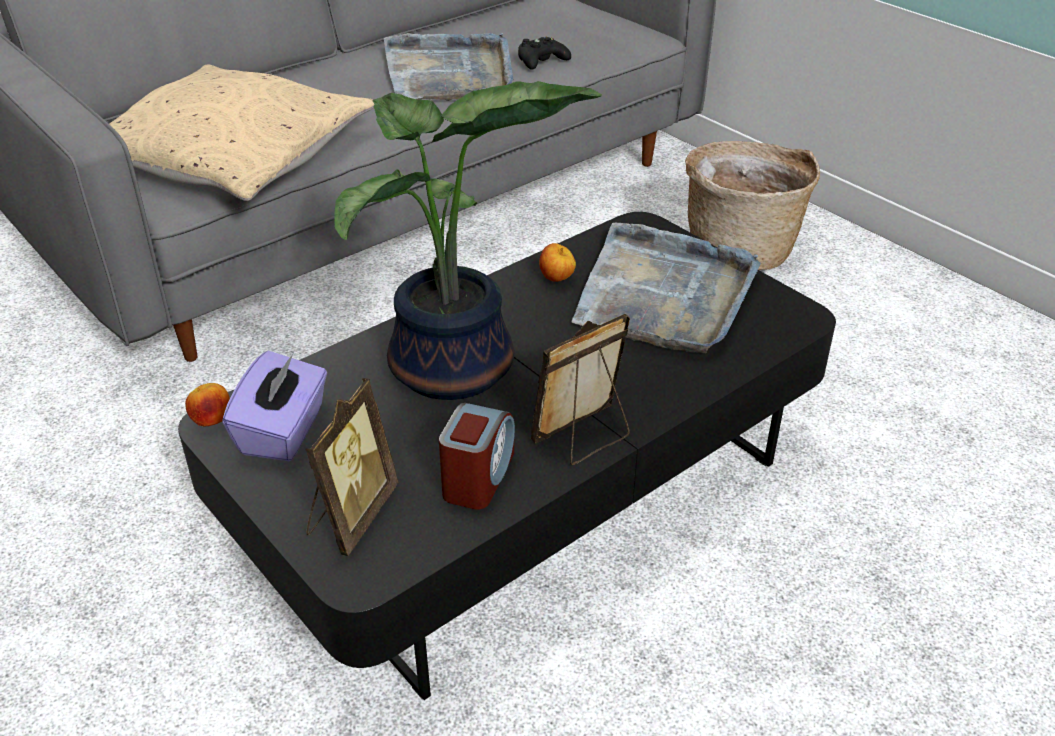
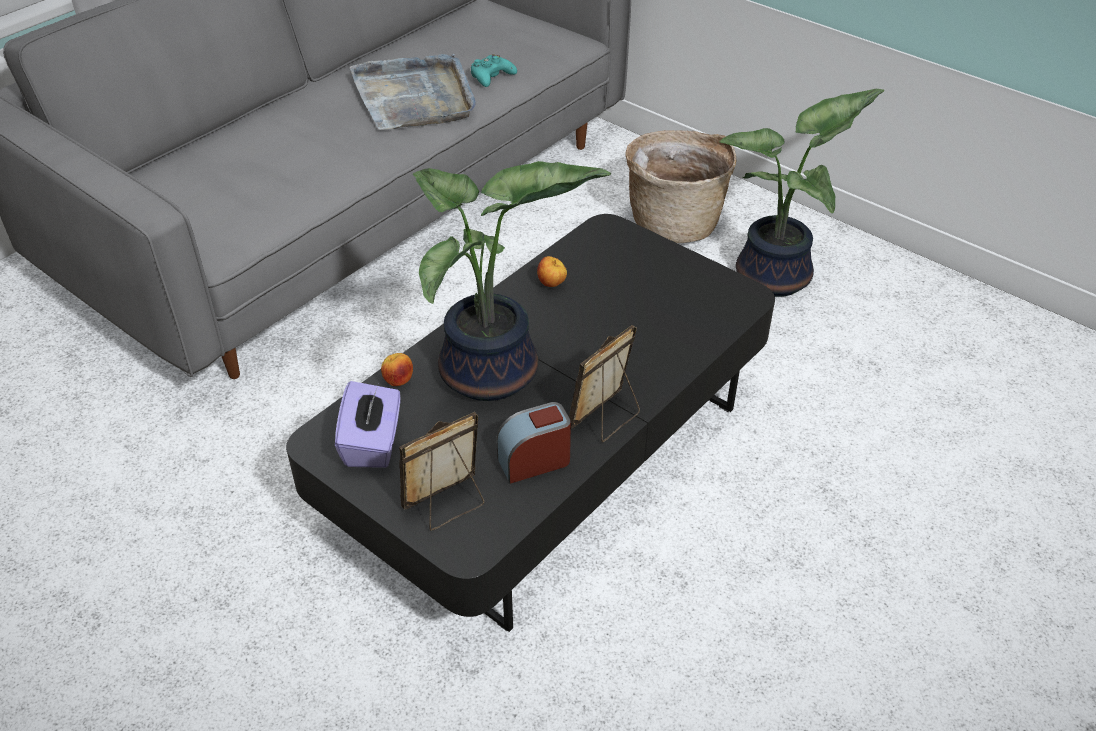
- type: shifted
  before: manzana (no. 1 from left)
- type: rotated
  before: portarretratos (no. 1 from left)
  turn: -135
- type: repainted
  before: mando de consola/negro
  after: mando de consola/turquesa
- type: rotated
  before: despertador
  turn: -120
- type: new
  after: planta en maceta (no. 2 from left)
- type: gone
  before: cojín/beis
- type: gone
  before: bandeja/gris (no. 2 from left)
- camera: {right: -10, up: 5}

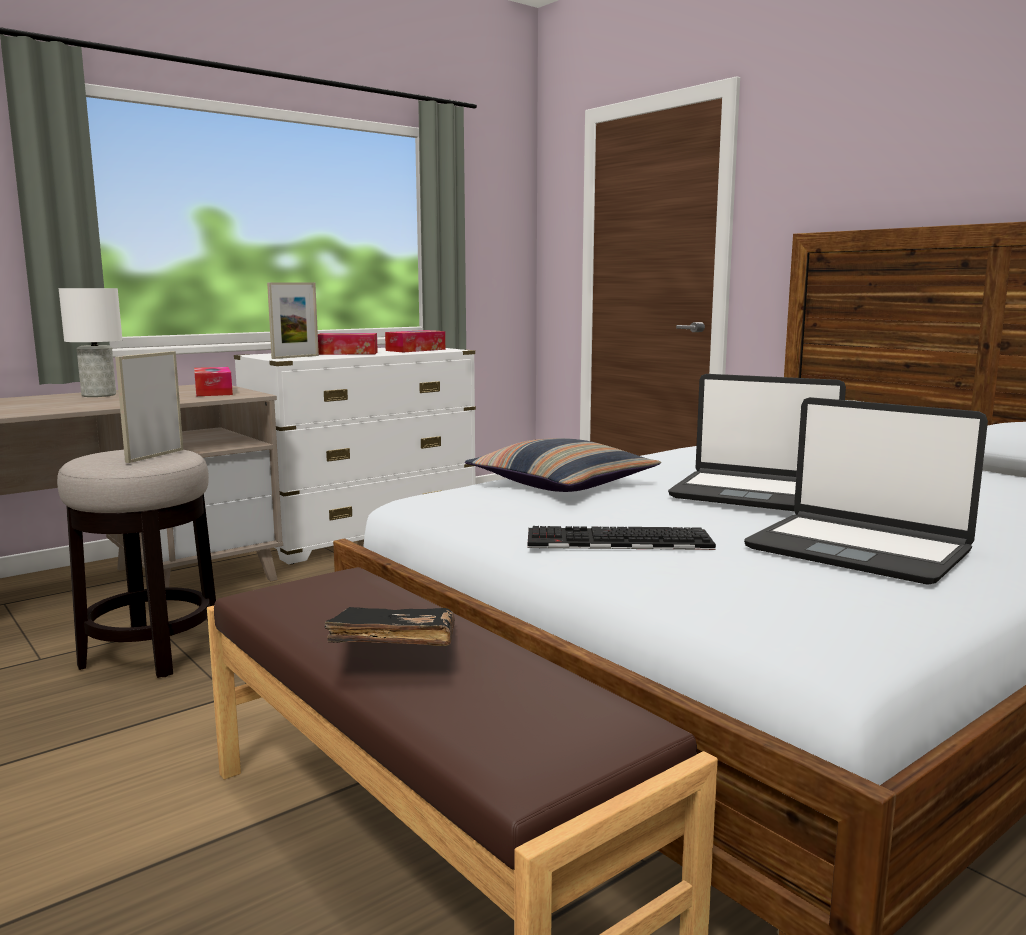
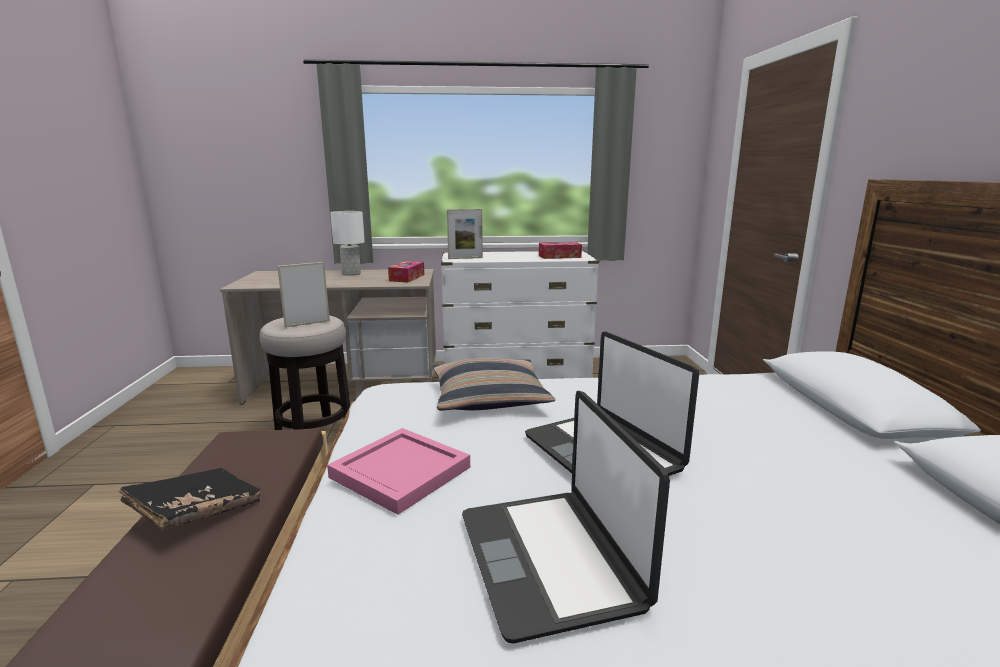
- type: swapped
  before: teclado
  after: bandeja/rosa
- type: gone
  before: caja de pañuelos (no. 2 from left)
- camera: {right: 35, up: 5}

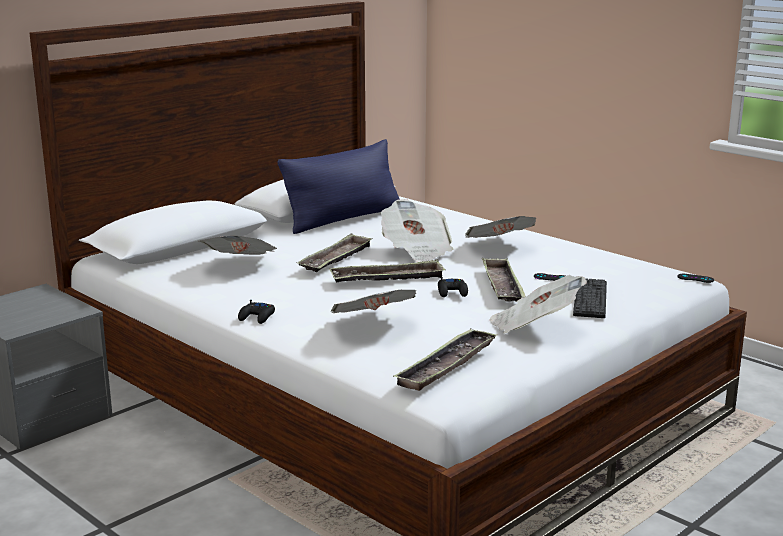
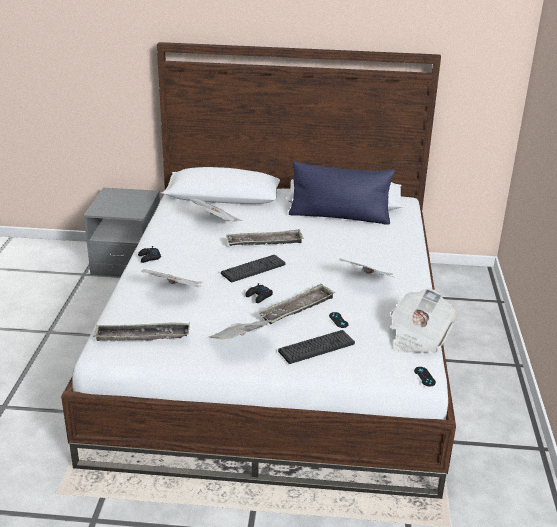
- type: swapped
  before: bandeja (no. 2 from left)
  after: teclado (no. 1 from left)
- type: shifted
  before: periódico (no. 3 from left in the first image)
  after: periódico (no. 5 from left)
- camera: {right: 50, up: 10}

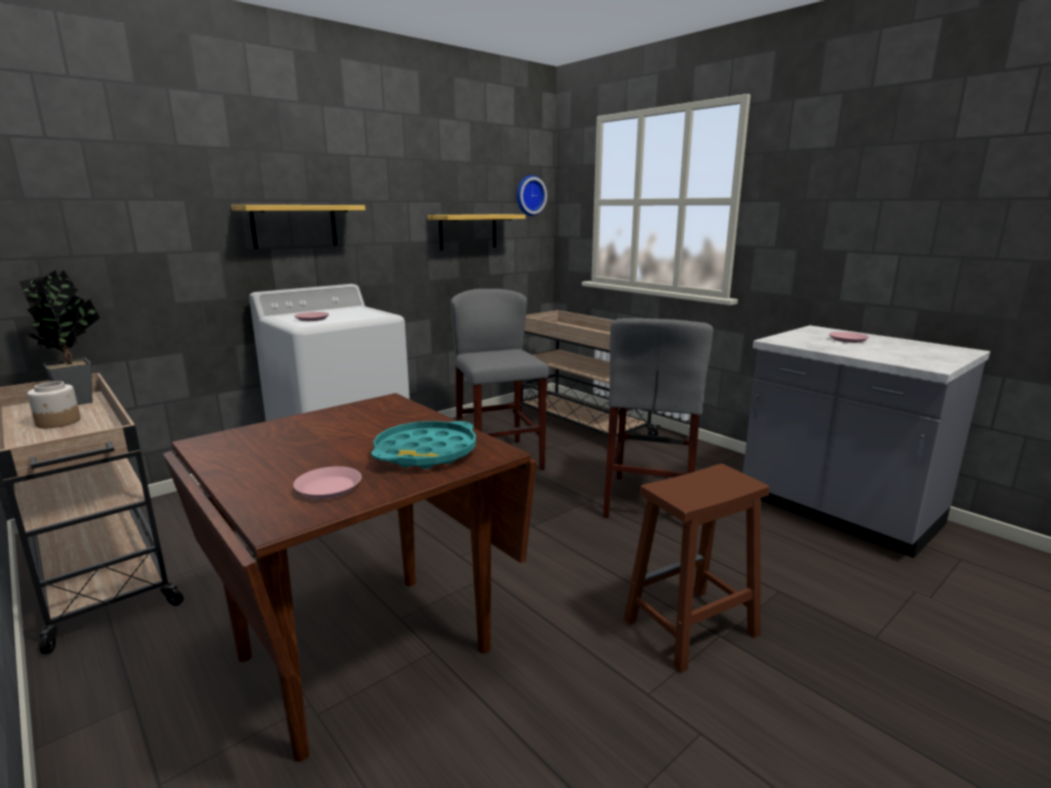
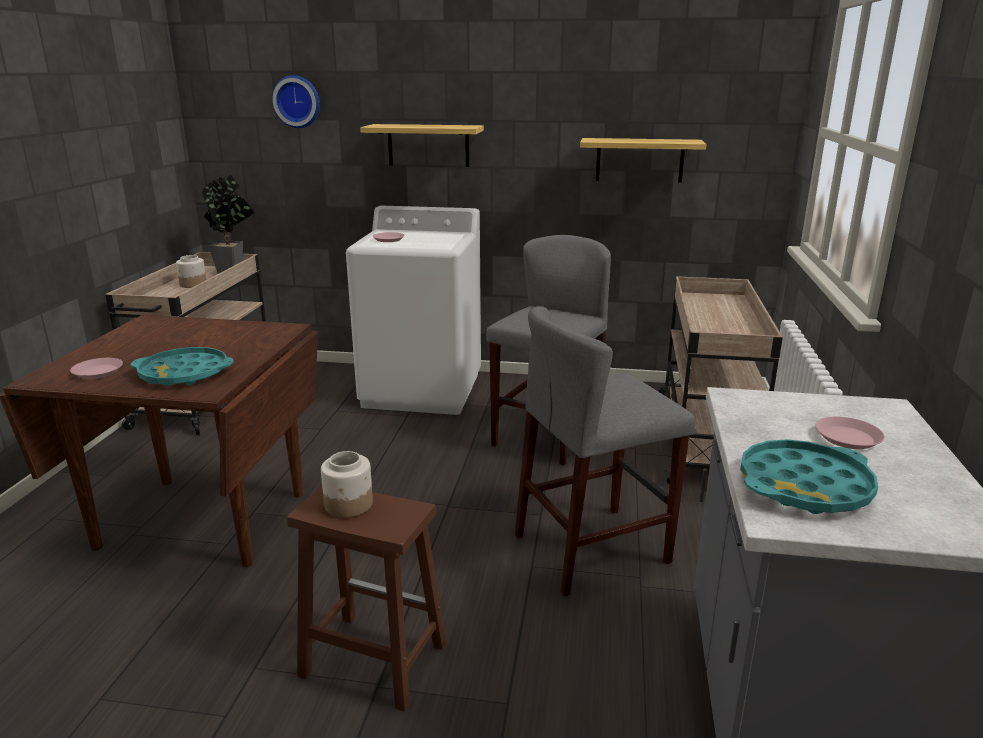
- type: shifted
  before: reloj de pared
- type: new
  after: tarro (no. 2 from left)
- type: new
  after: bandeja/turquesa (no. 2 from left)
- camera: {right: 50, up: 5}

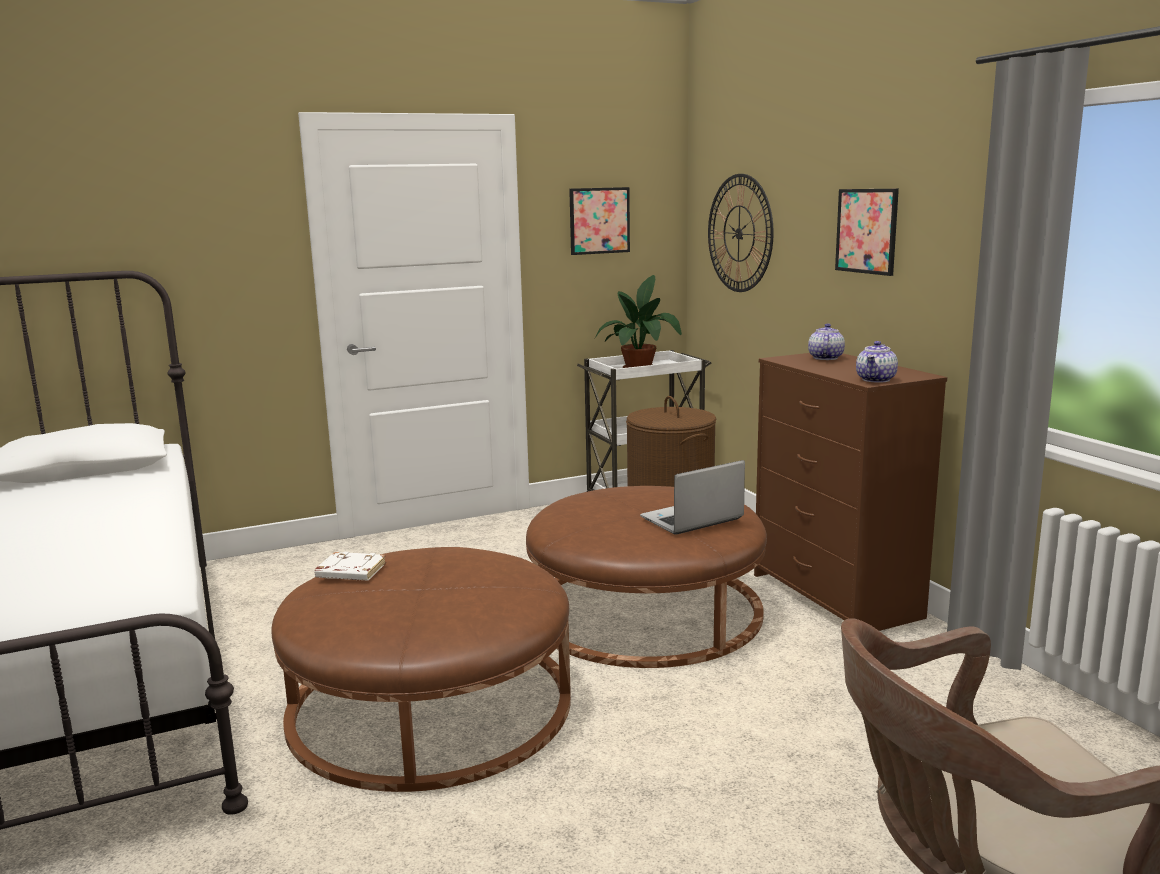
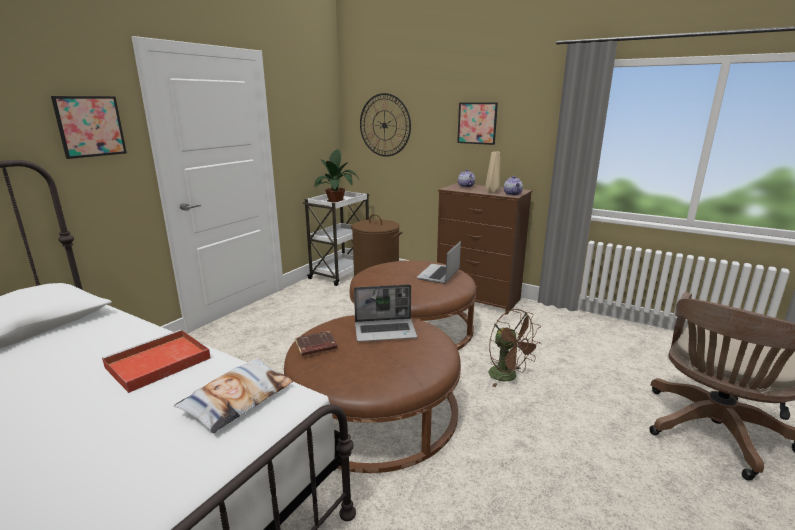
- type: shifted
  before: cuadro (no. 1 from left)
- type: new
  after: bandeja/rojo
- type: new
  after: cojín
- type: repainted
  before: libro/blanco
  after: libro/marrón
- type: new
  after: portátil (no. 1 from left)
- type: new
  after: florero/beis
- type: new
  after: ventilador/marrón
- camera: {right: -35, up: 5}

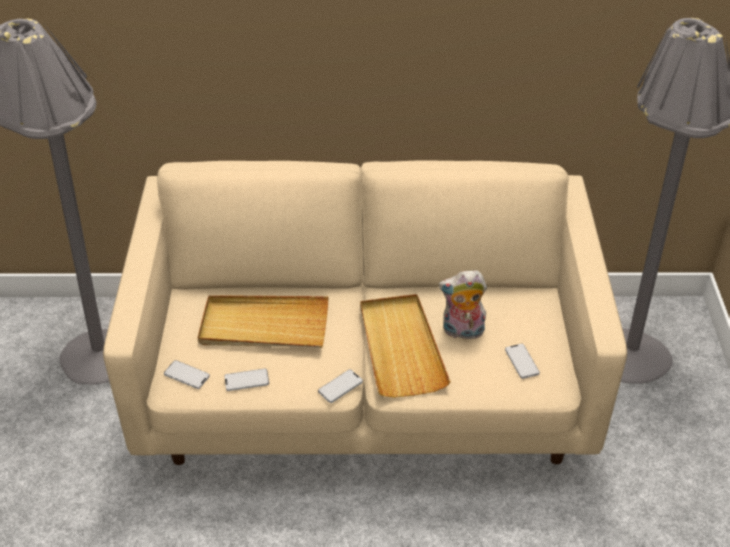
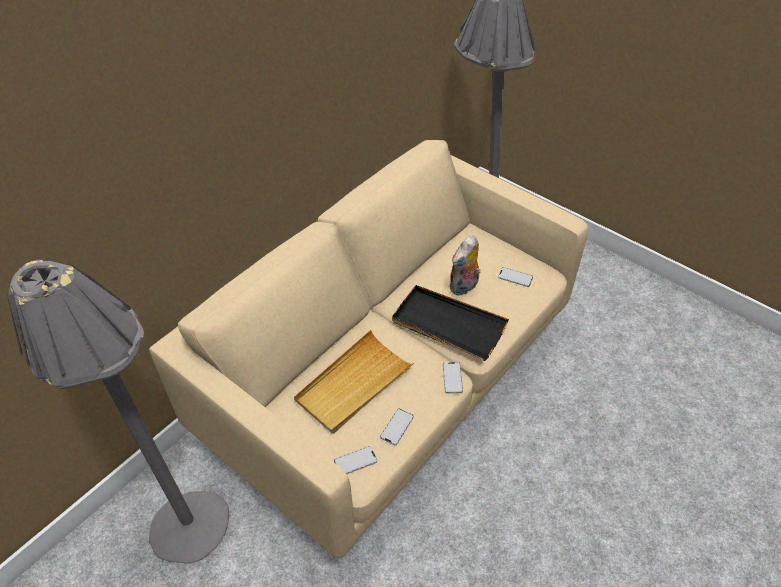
- type: repainted
  before: bandeja/beis (no. 2 from left)
  after: bandeja/negro
- camera: {right: -50, up: 5}

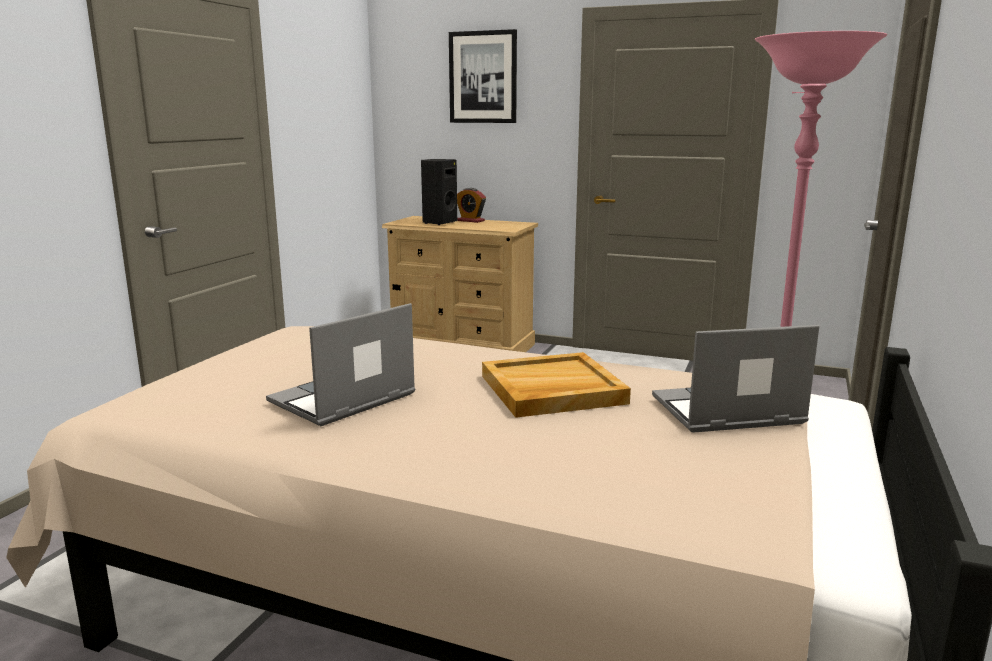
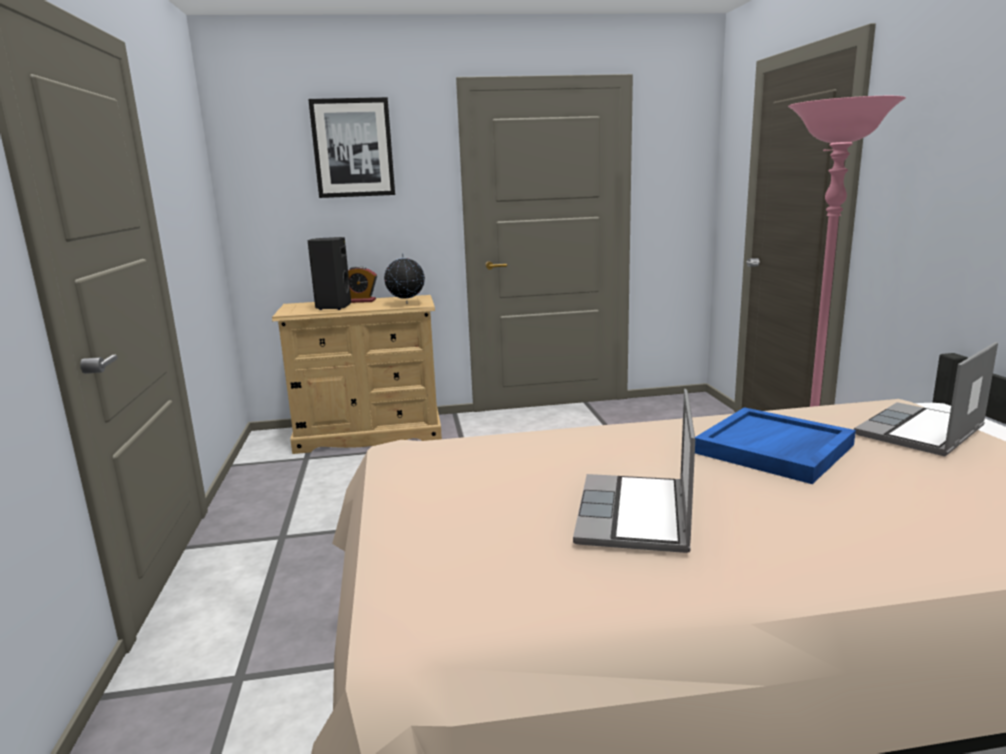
- type: new
  after: globo terráqueo
- type: repainted
  before: bandeja/beis
  after: bandeja/azul
- camera: {right: -30, up: 0}

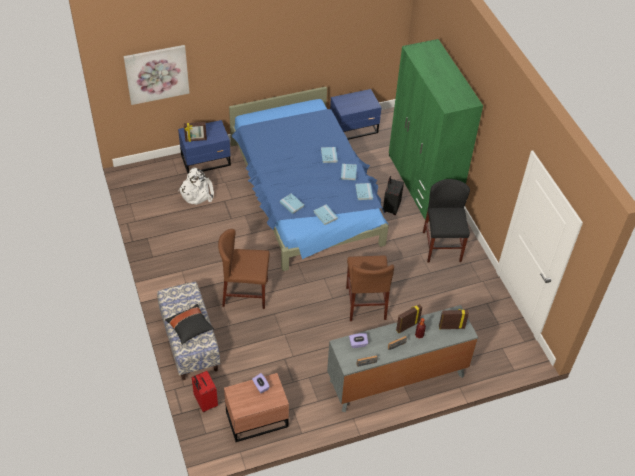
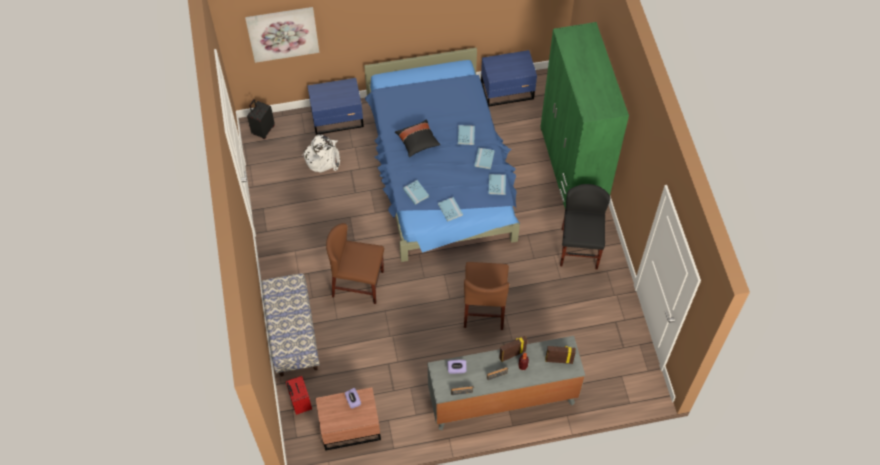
- type: shifted
  before: maleta/negro
- type: shifted
  before: cojín/negro
- type: gone
  before: portarretratos (no. 1 from left)
- camera: {right: 10, up: 10}

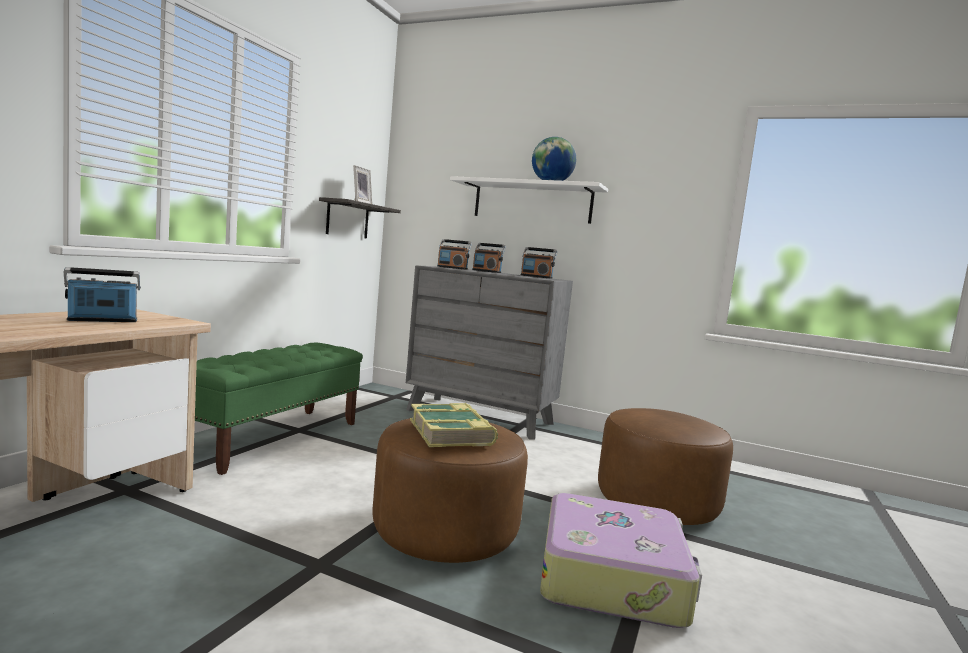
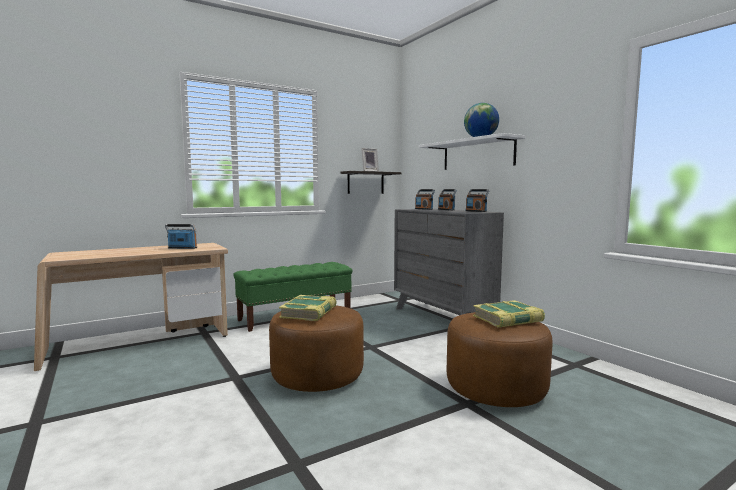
- type: new
  after: libro (no. 2 from left)
- type: gone
  before: maleta
- camera: {right: 35, up: 0}

